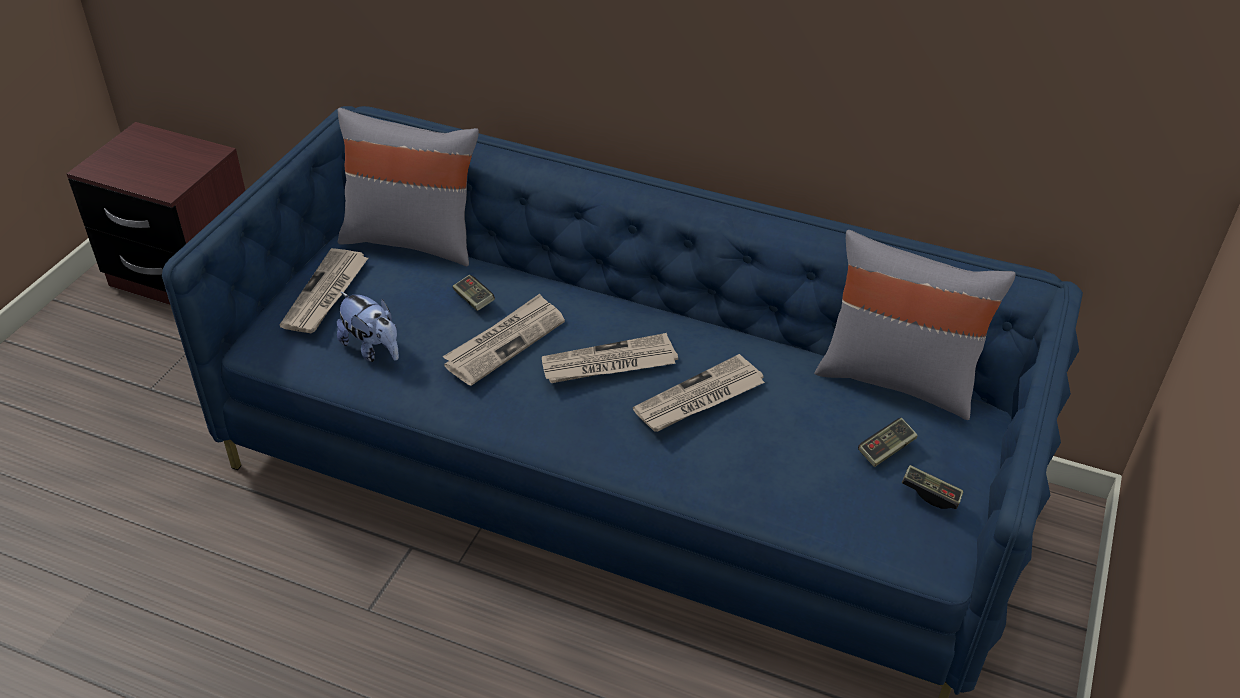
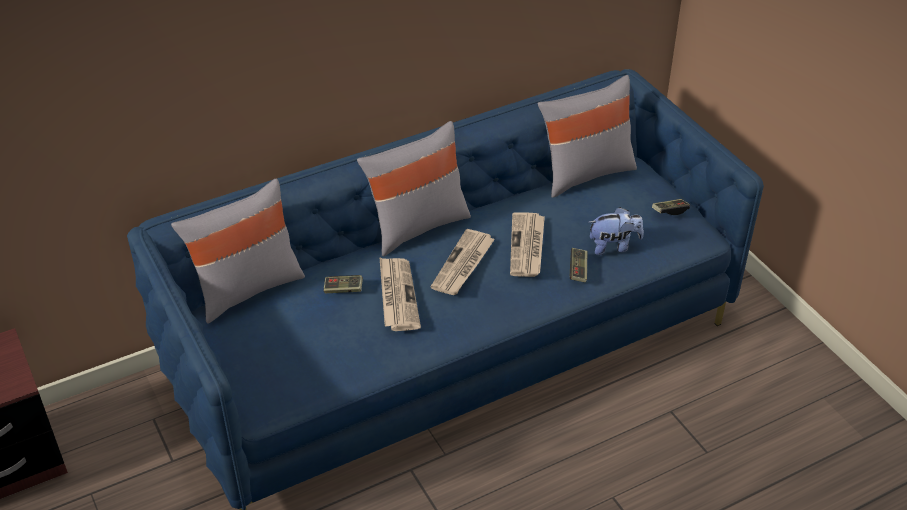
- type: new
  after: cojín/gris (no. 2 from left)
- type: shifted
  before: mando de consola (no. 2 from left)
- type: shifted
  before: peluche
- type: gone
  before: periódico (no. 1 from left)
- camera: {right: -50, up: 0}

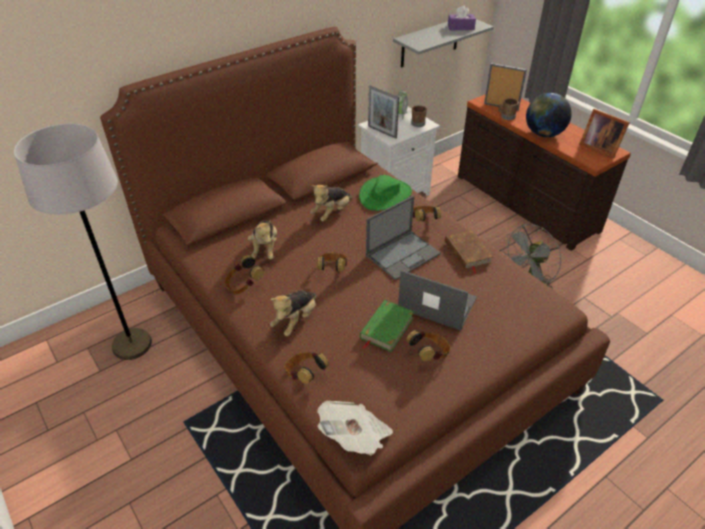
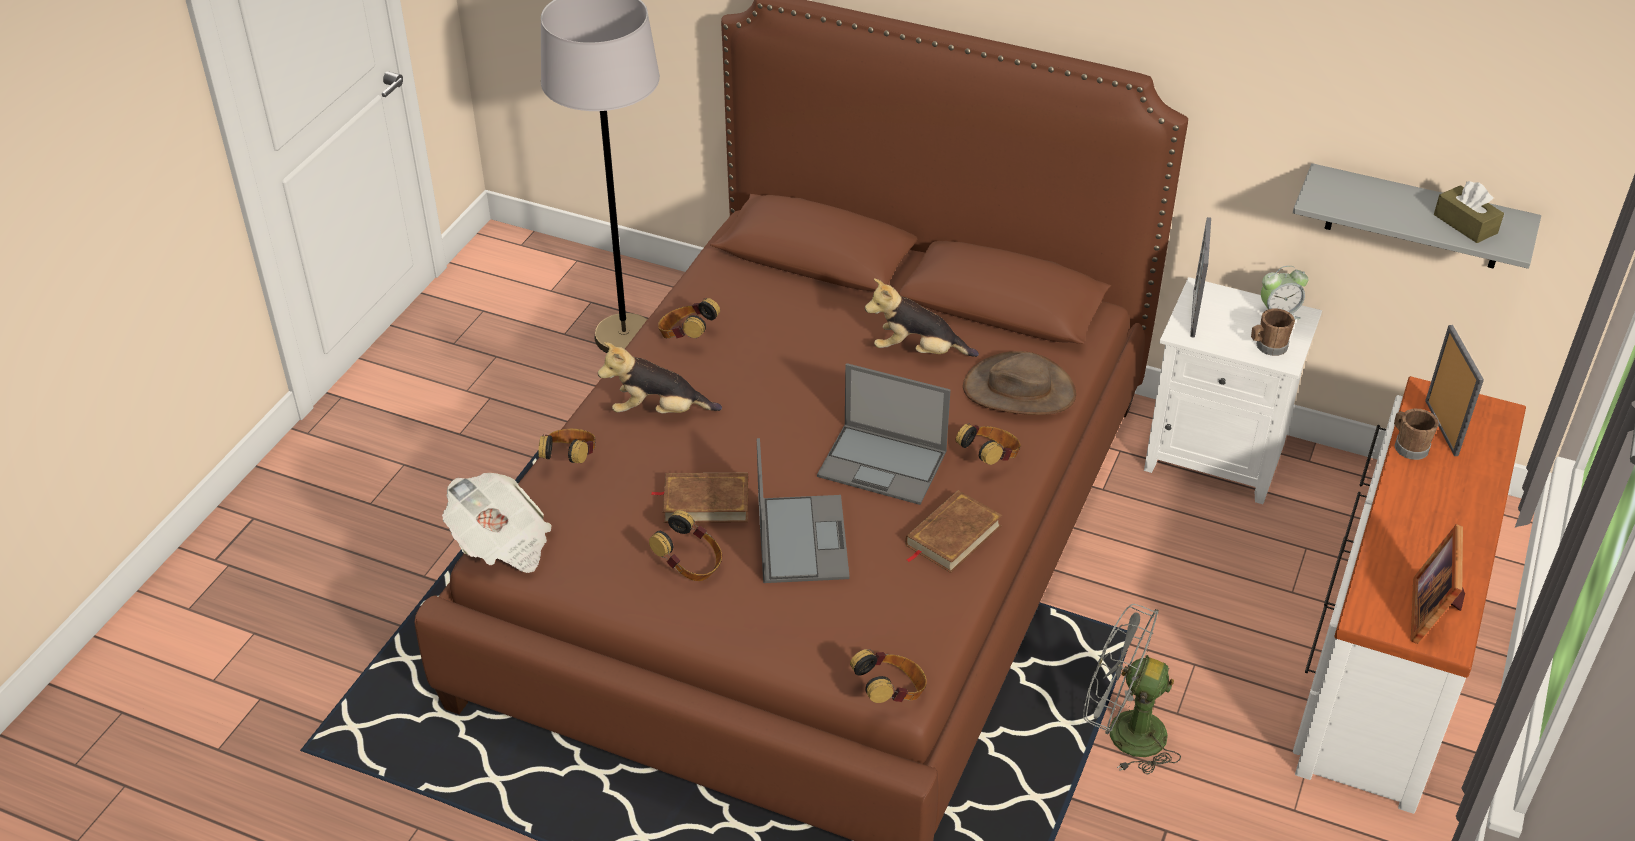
- type: repainted
  before: libro/verde
  after: libro/marrón (no. 1 from left)
- type: shifted
  before: auriculares (no. 3 from left in the first image)
  after: auriculares (no. 4 from left)
- type: repainted
  before: sombrero/verde
  after: sombrero/marrón
- type: repainted
  before: cómoda/marrón
  after: cómoda/blanco
- type: repainted
  before: caja de pañuelos/morado
  after: caja de pañuelos/marrón
- type: gone
  before: peluche (no. 1 from left)
- type: gone
  before: globo terráqueo
- camera: {right: 60, up: 0}

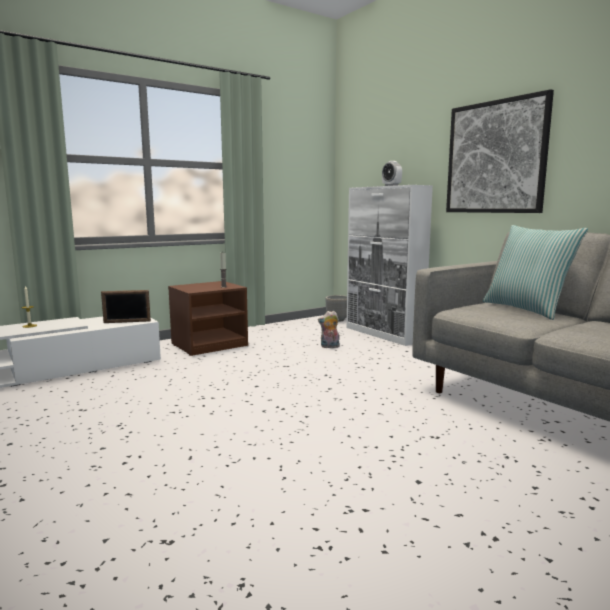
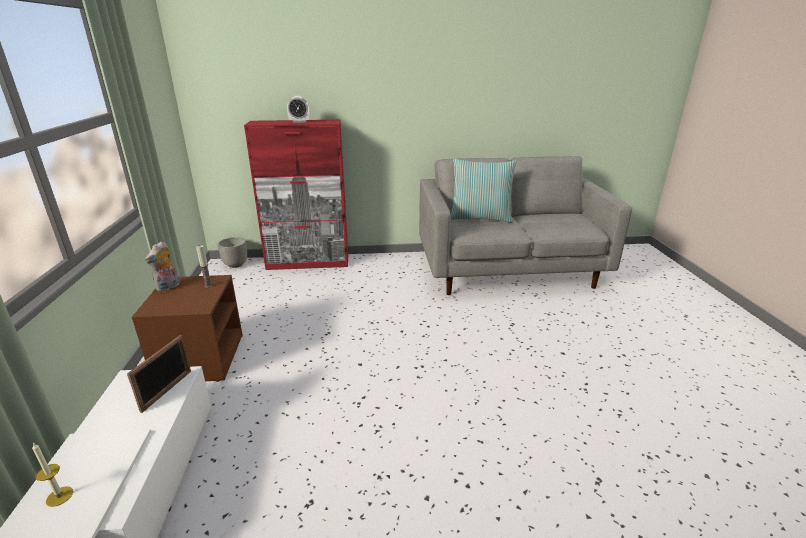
- type: shifted
  before: peluche
- type: repainted
  before: armario/blanco
  after: armario/rojo
- type: gone
  before: cuadro
- camera: {right: -60, up: 15}

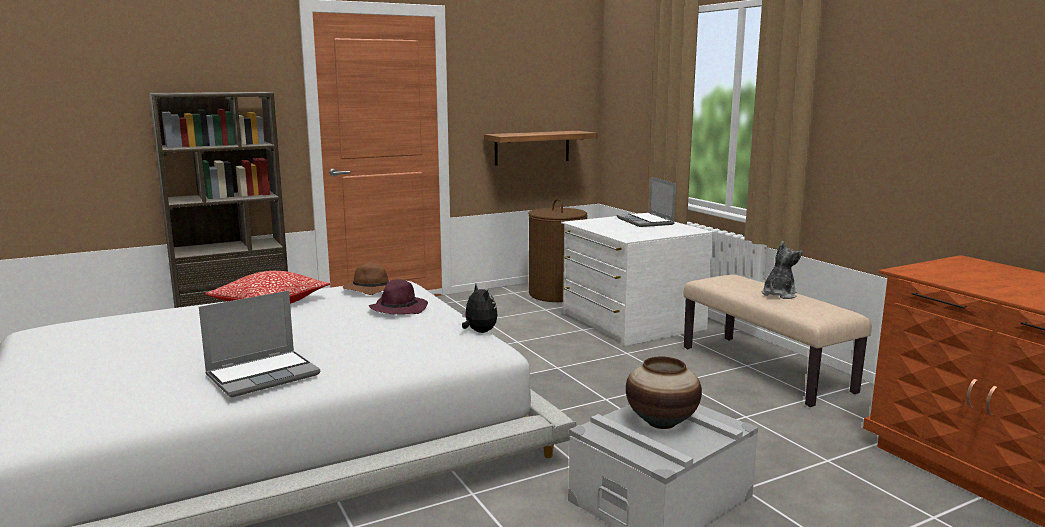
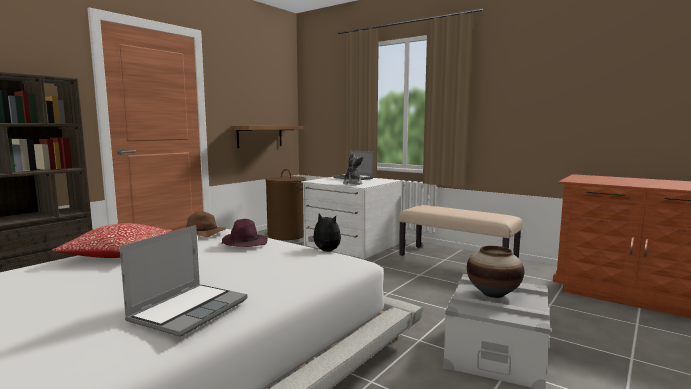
- type: shifted
  before: peluche (no. 2 from left)
- camera: {right: -25, up: -5}

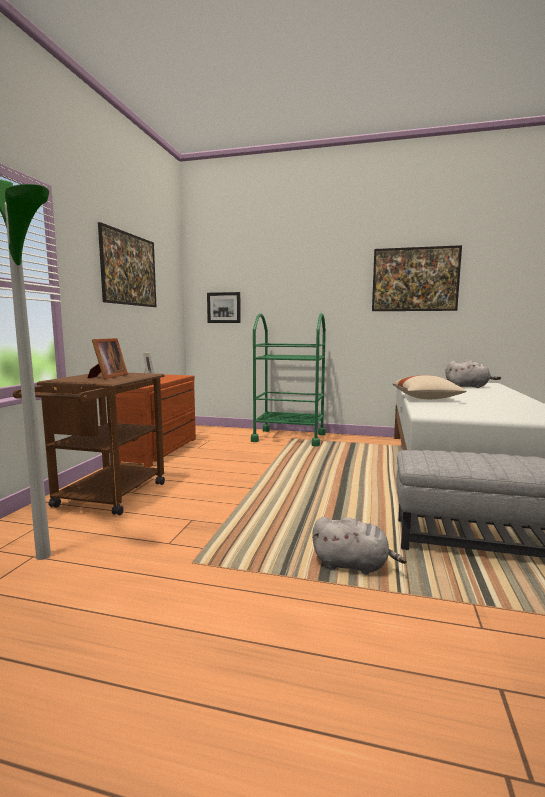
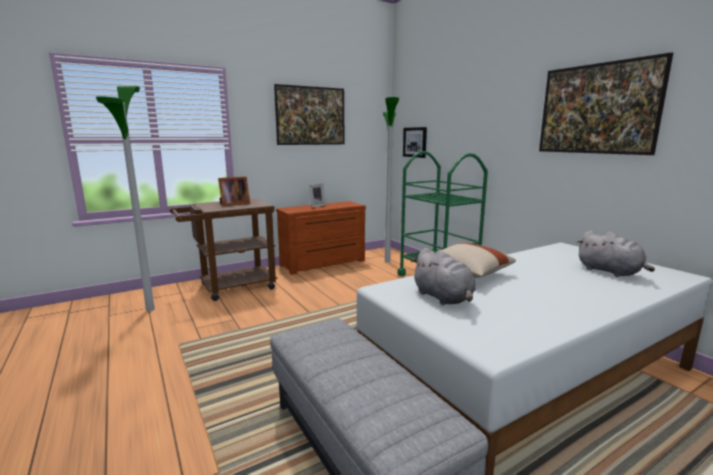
- type: new
  after: lámpara de pie (no. 2 from left)
- type: shifted
  before: peluche/gris (no. 1 from left)
- camera: {right: 45, up: 5}

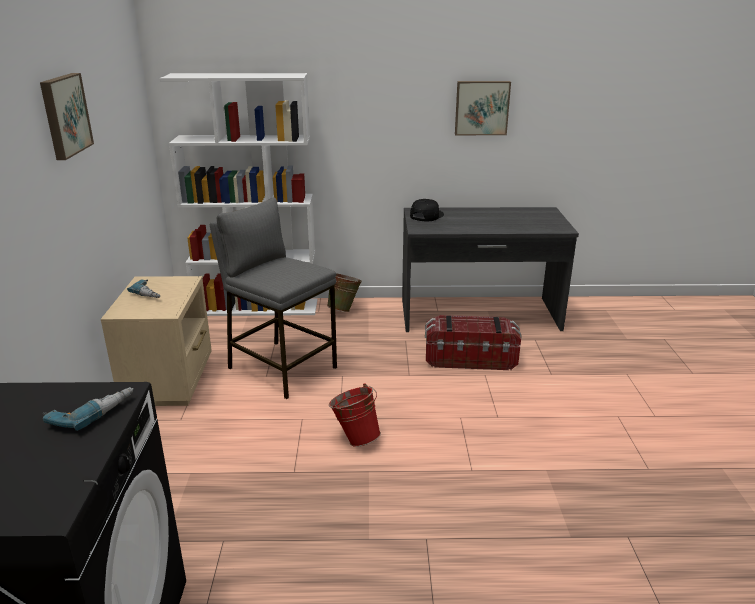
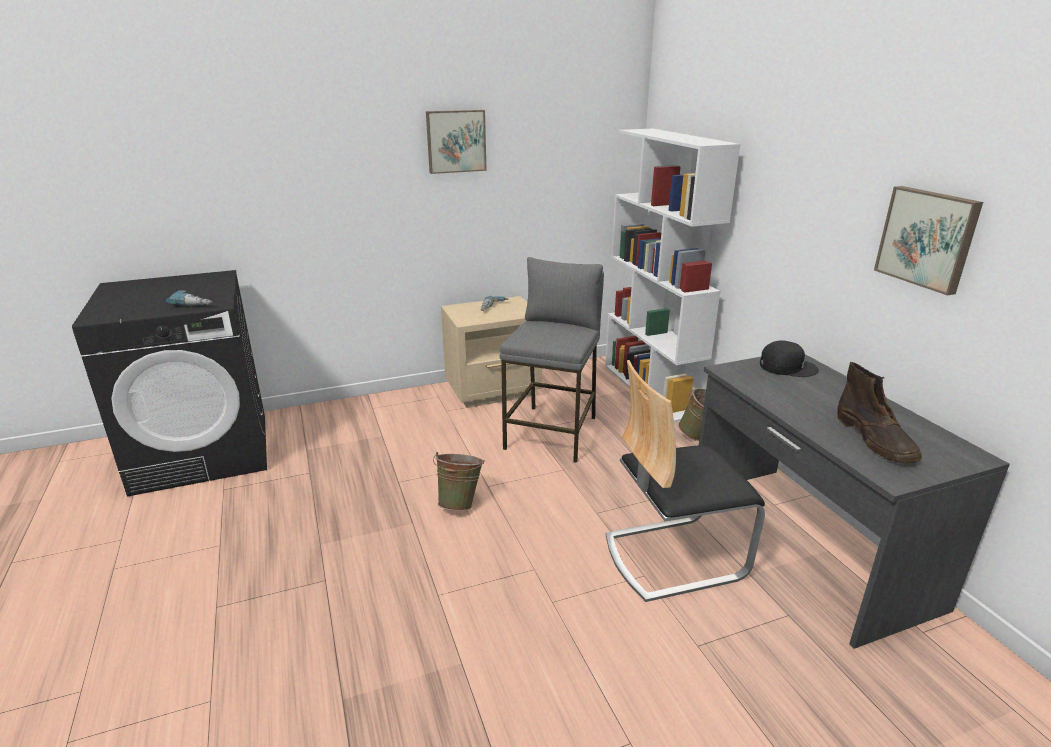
- type: repainted
  before: cubo/rojo
  after: cubo/verde (no. 1 from left)
- type: swapped
  before: caja de almacenaje
  after: silla
- type: new
  after: bota/marrón
- camera: {right: 70, up: 0}

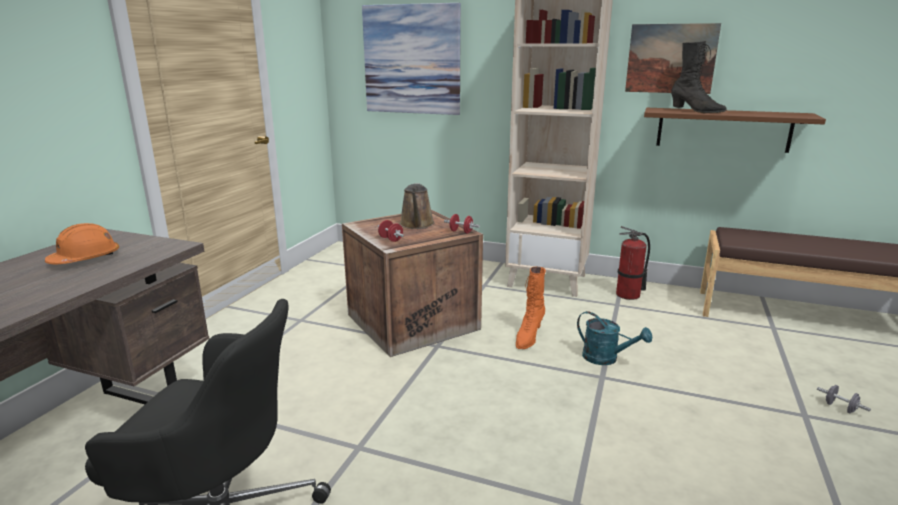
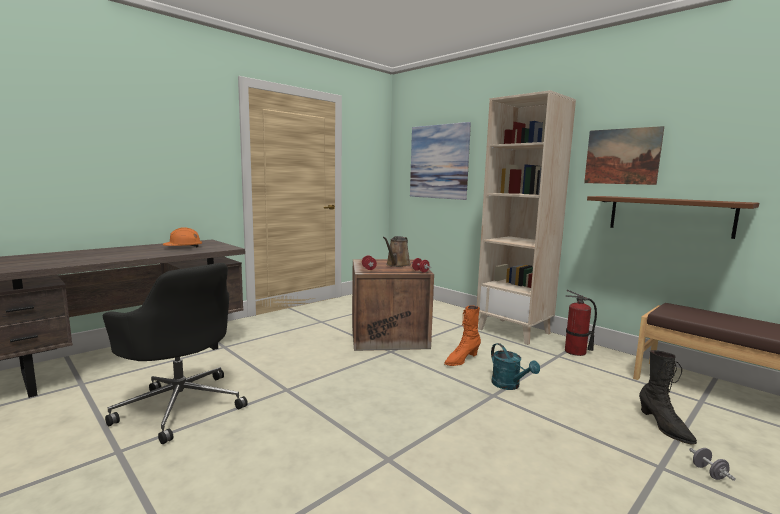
- type: shifted
  before: bota/negro
- camera: {right: 25, up: -10}

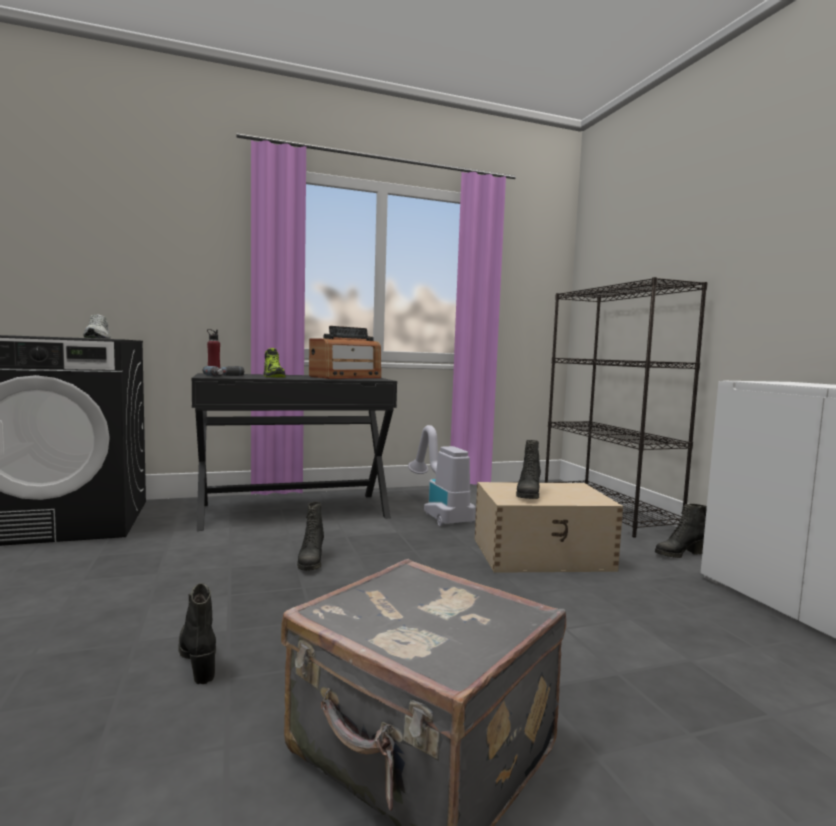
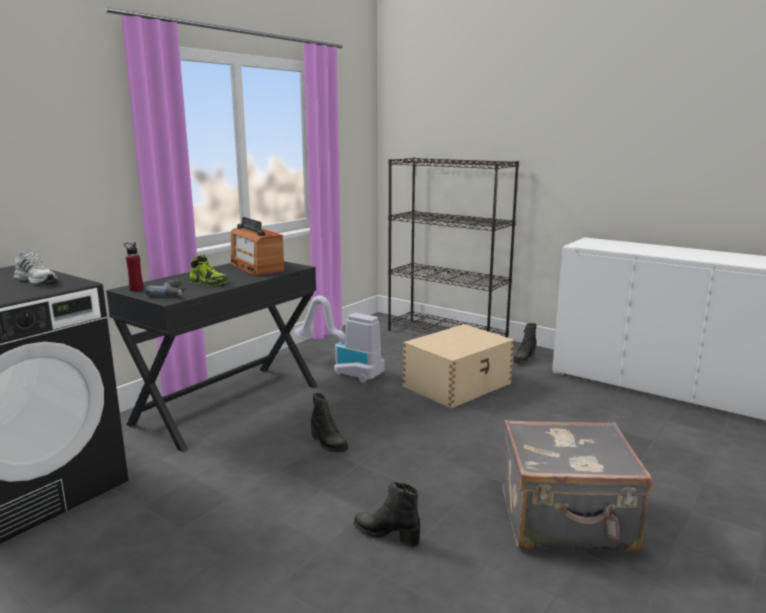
- type: rotated
  before: radio
  turn: 135
- type: gone
  before: bota/negro (no. 3 from left)
- camera: {right: -35, up: 10}

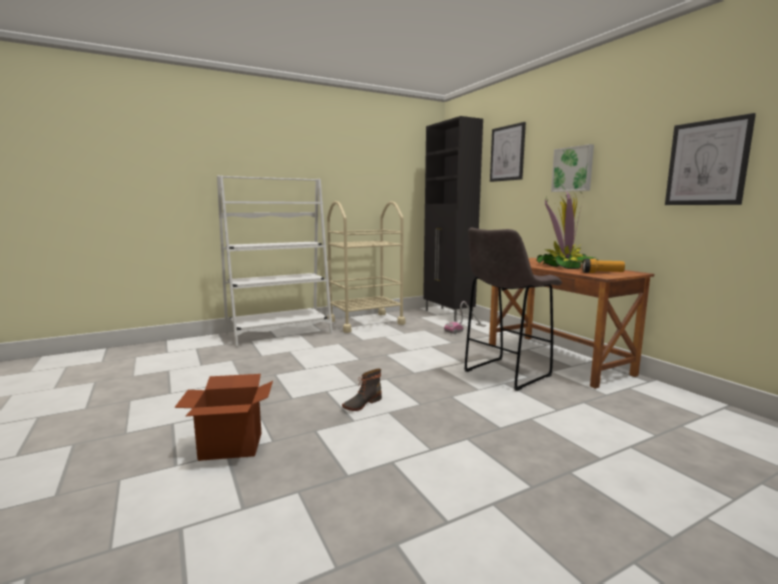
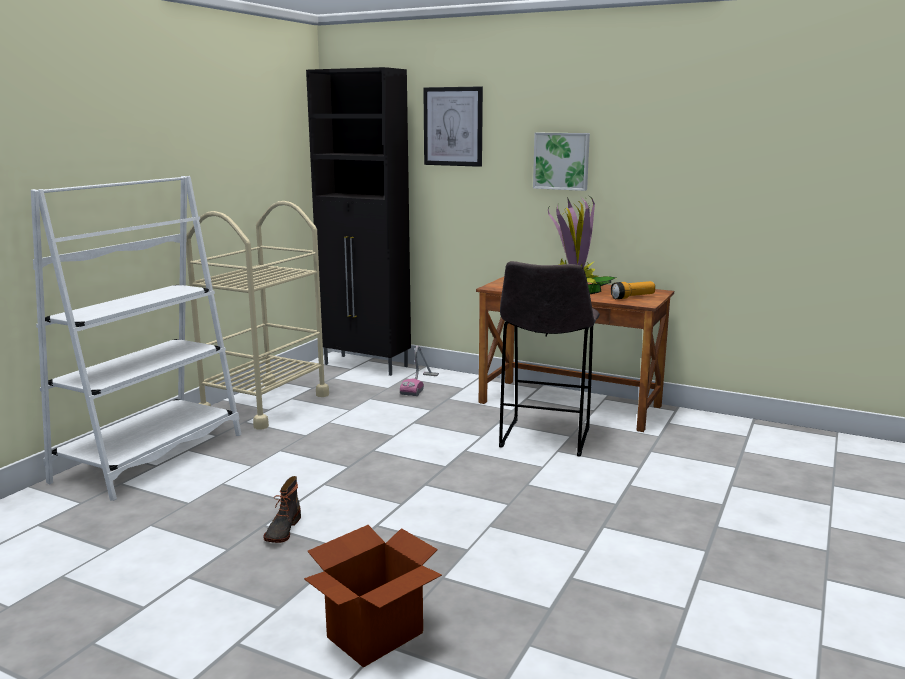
- type: shifted
  before: bota
- type: gone
  before: cuadro (no. 3 from left)
- camera: {right: -35, up: 5}

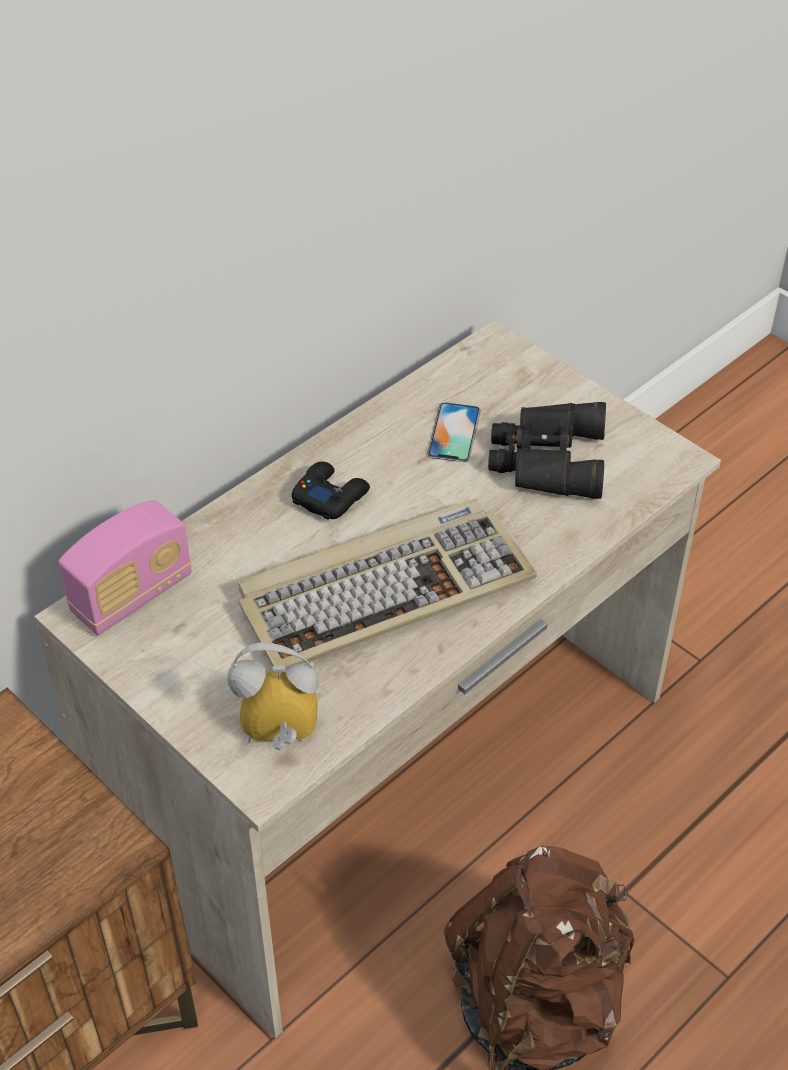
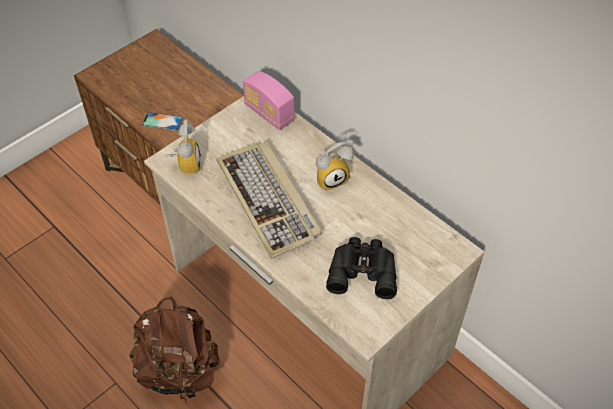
- type: shifted
  before: móvil
- type: swapped
  before: mando de consola/negro
  after: despertador (no. 2 from left)
- camera: {right: 90, up: 5}

